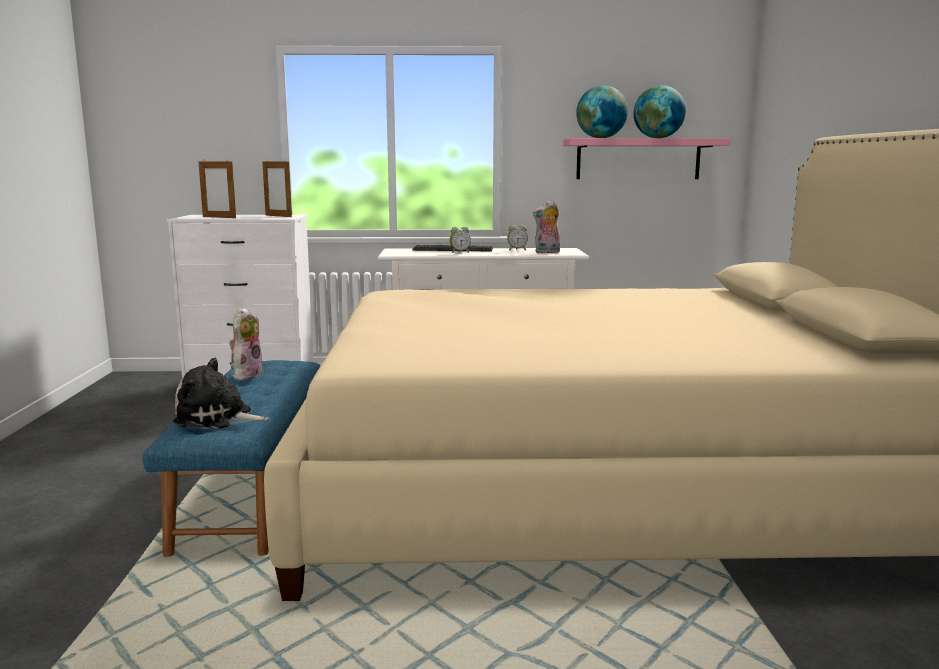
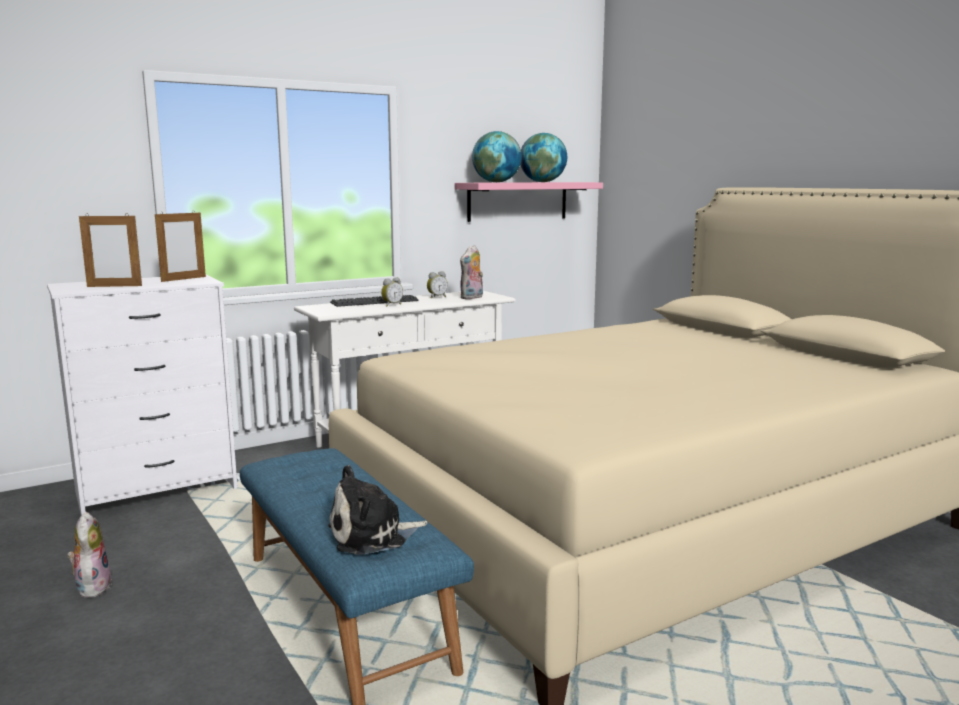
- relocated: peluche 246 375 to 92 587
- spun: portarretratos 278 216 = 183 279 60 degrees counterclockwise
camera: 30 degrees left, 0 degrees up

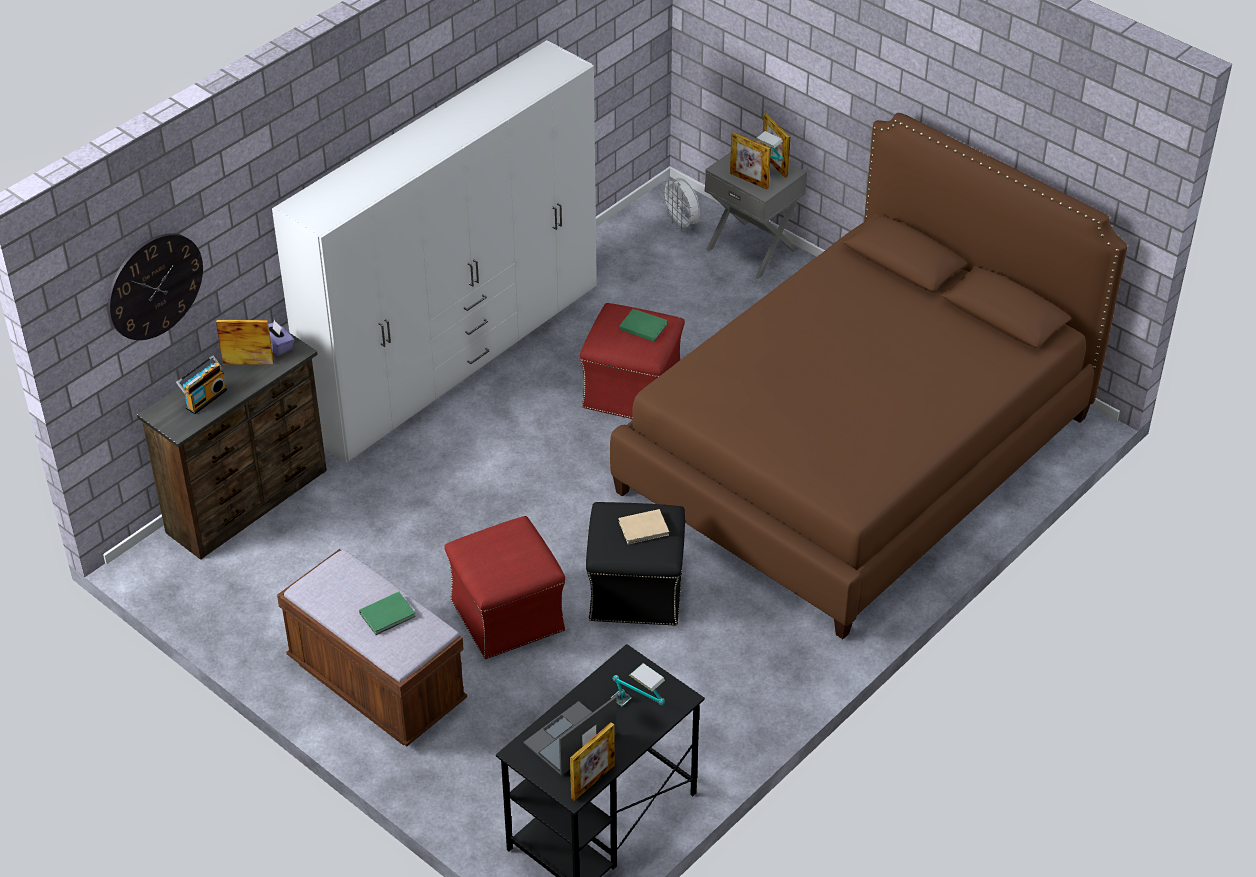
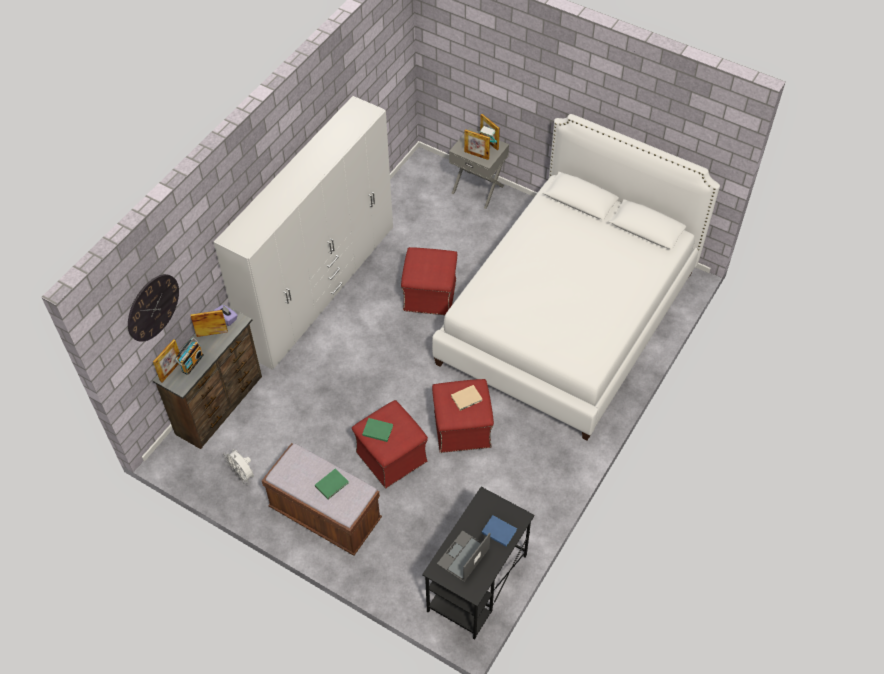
- relocated: portarretratos 593 781 to 171 370
- relocated: libro (verde) 642 326 to 377 430
- relocated: ventilador (blanco) 682 224 to 243 475
- exchanged: lámpara de mesa 638 711 to libro (azul) 498 530
- colour: puf (negro) 634 592 to puf (rojo) 461 429
- colour: cama (marrón) 857 453 to cama (blanco) 568 317
camera: 10 degrees left, 10 degrees up

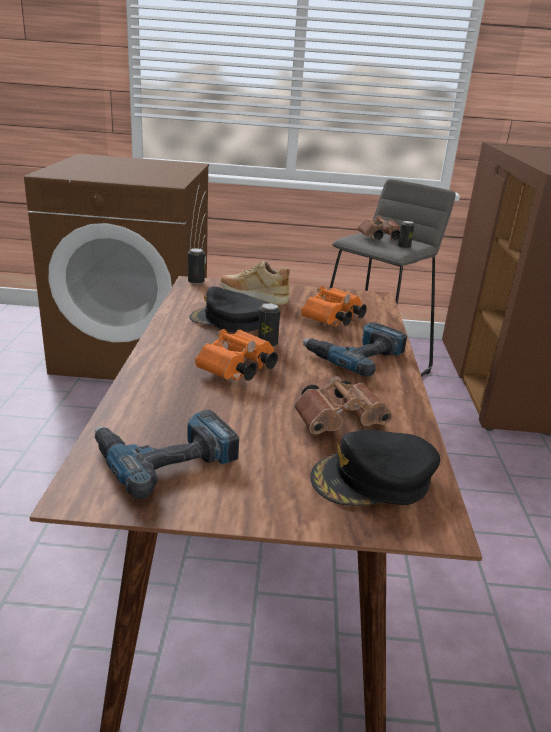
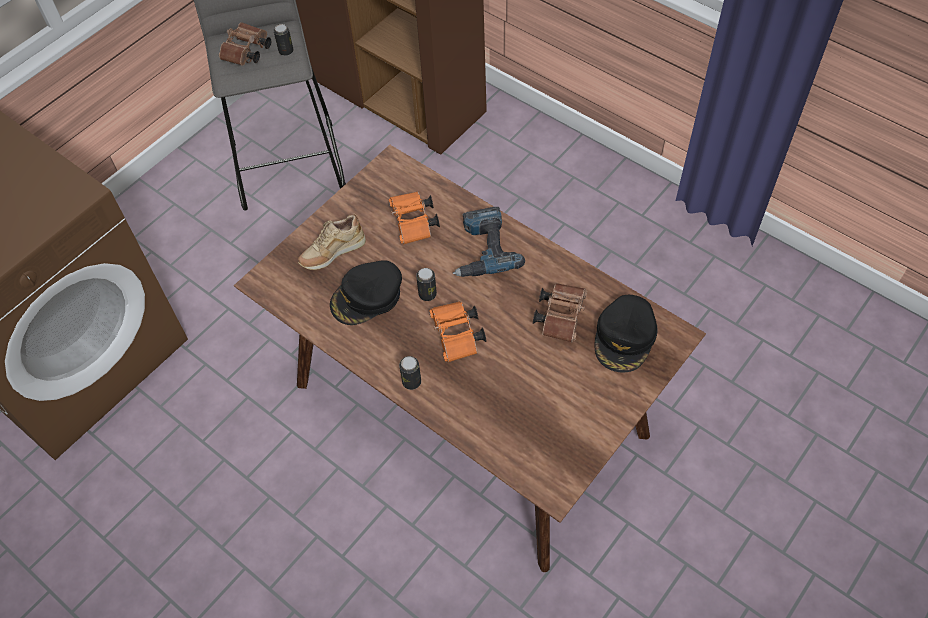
- missing: taladro 165 457
- relocated: lata 196 282 to 411 382
camera: 50 degrees left, 30 degrees up

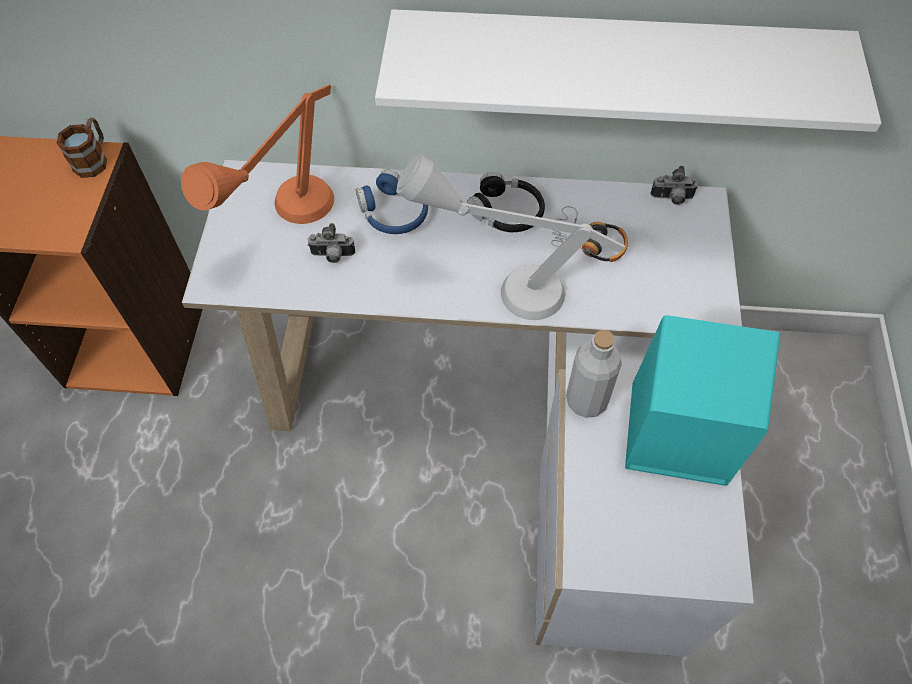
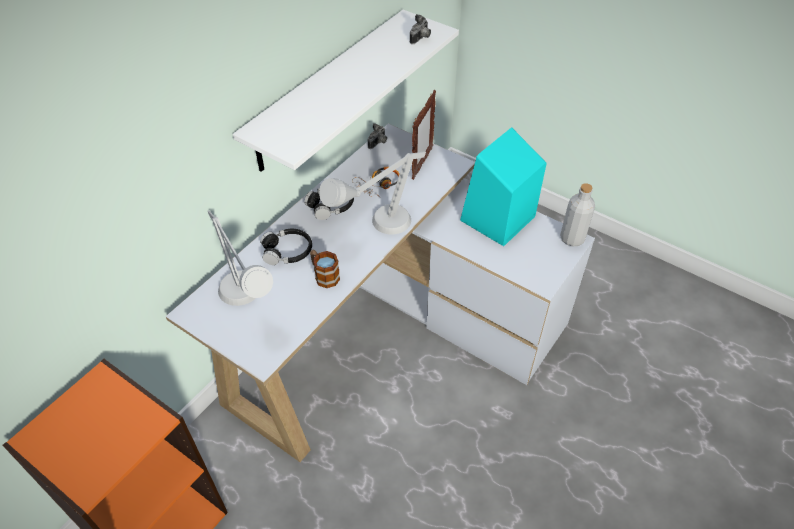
- appeared: portarretratos 422 164
- relocated: taza grande 94 159 to 324 275
- relocated: cámara 332 256 to 421 39
- relocated: botella (gris) 586 400 to 572 238
- colour: lámpara de mesa (naranja) 285 222 to lámpara de mesa (gris) 248 304
- colour: auriculares (azul) 393 212 to auriculares (negro) 287 252
camera: 60 degrees left, 10 degrees down

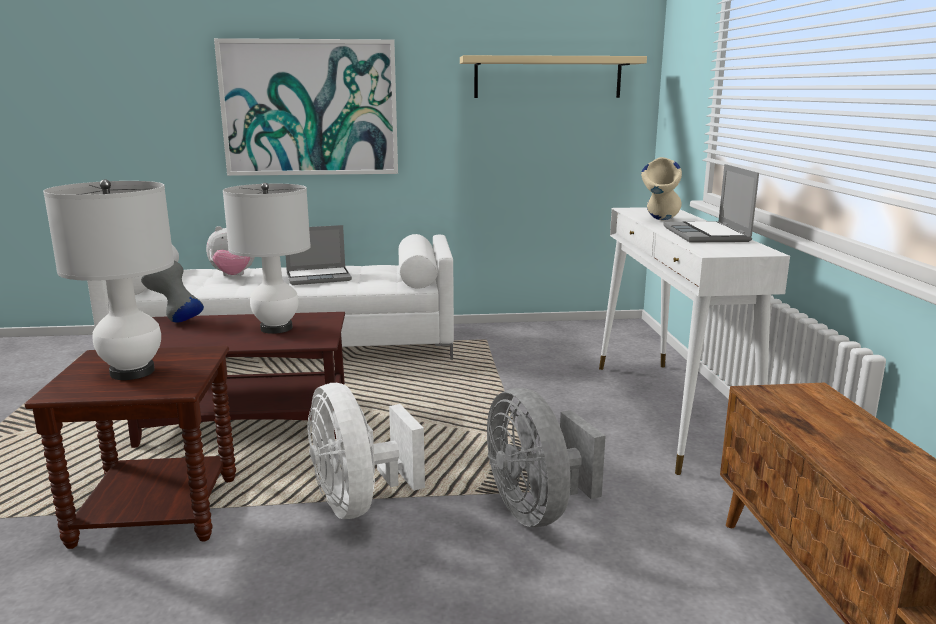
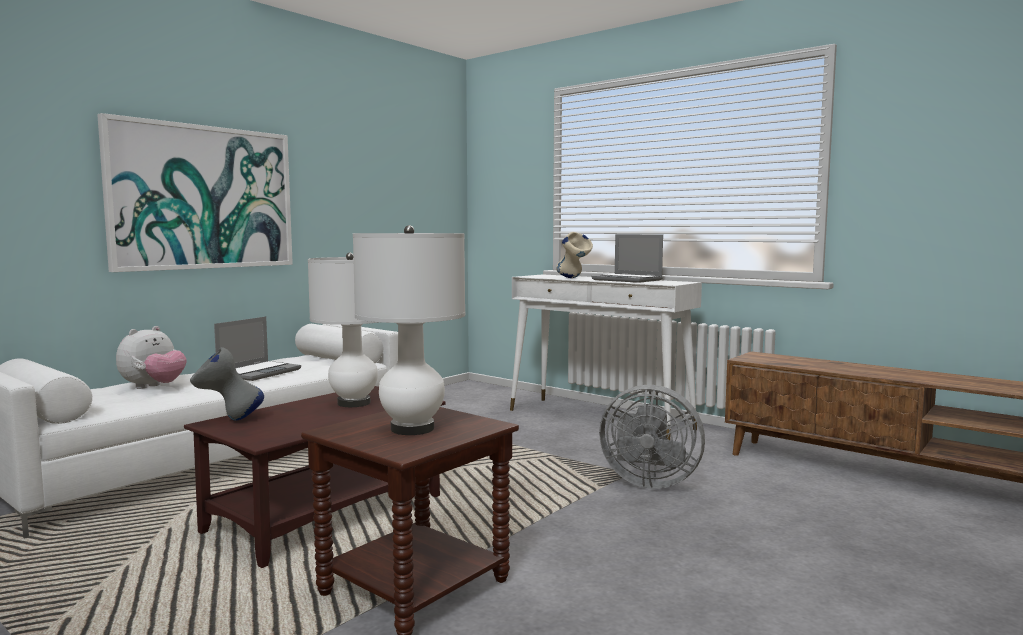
- missing: ventilador (blanco) 359 502
- missing: estante (beis) 548 77
camera: 45 degrees left, 10 degrees down

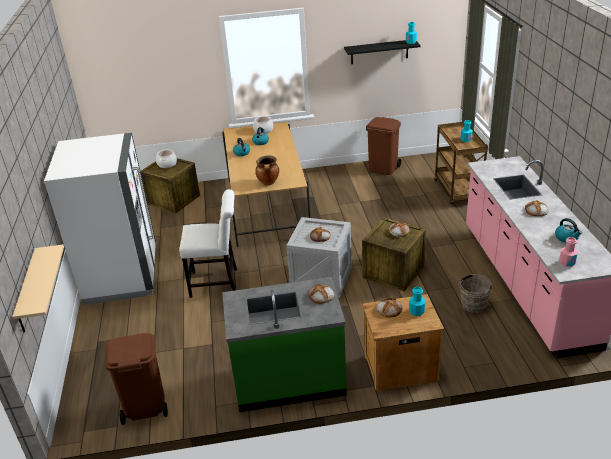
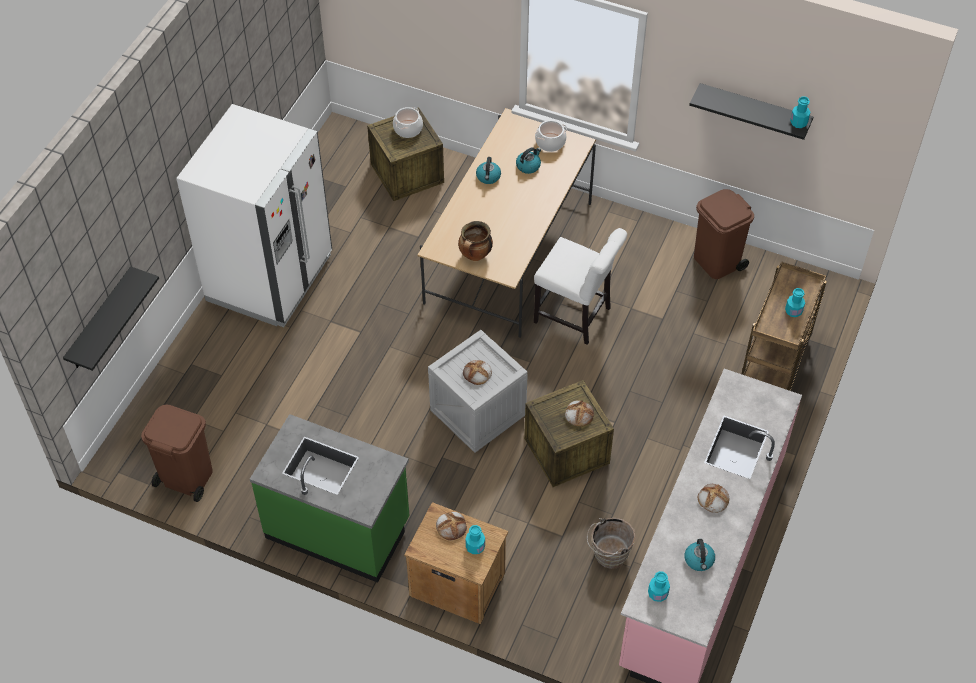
- missing: pan 321 296
- relocated: silla (blanco) 217 282 to 576 317
- colour: estante (beis) 28 291 to estante (negro) 100 320
- colour: botella (rosa) 567 263 to botella (turquesa) 658 593
camera: 30 degrees right, 20 degrees up

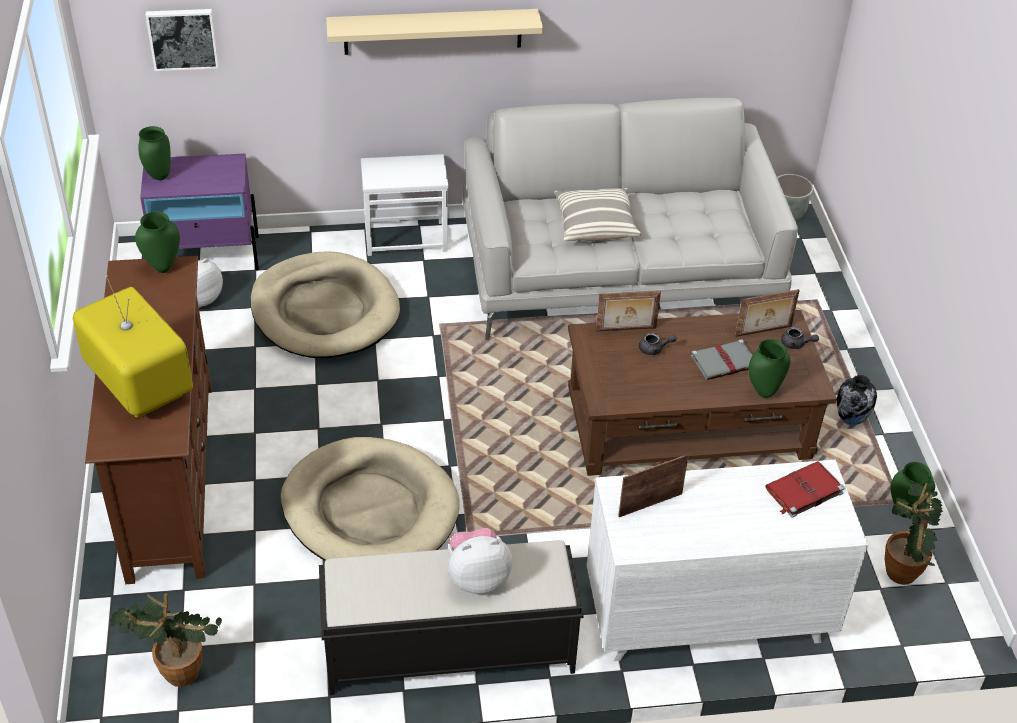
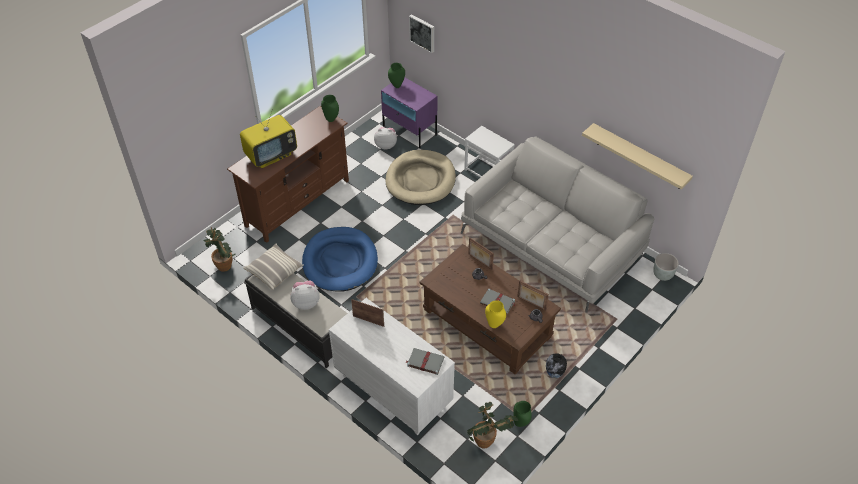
- relocated: estante (beis) 433 31 to 639 157
- relocated: cojín 595 225 to 274 271
- colour: cama para perro (beis) 370 510 to cama para perro (azul) 340 261
- colour: florero (verde) 763 392 to florero (amarillo) 494 325
- colour: libro (rojo) 803 491 to libro (gris) 425 361
- spun: televisor 138 385 = 271 155 45 degrees clockwise
- spun: peluche 477 577 = 306 302 45 degrees counterclockwise
camera: 50 degrees right, 5 degrees up

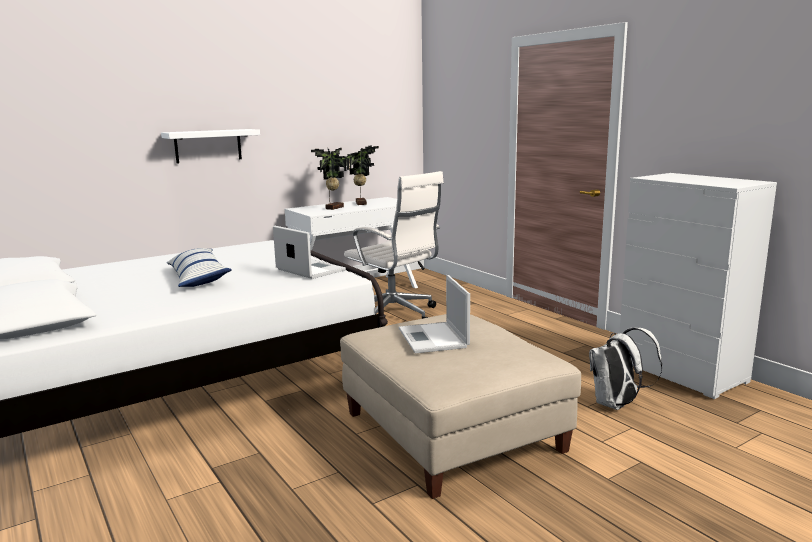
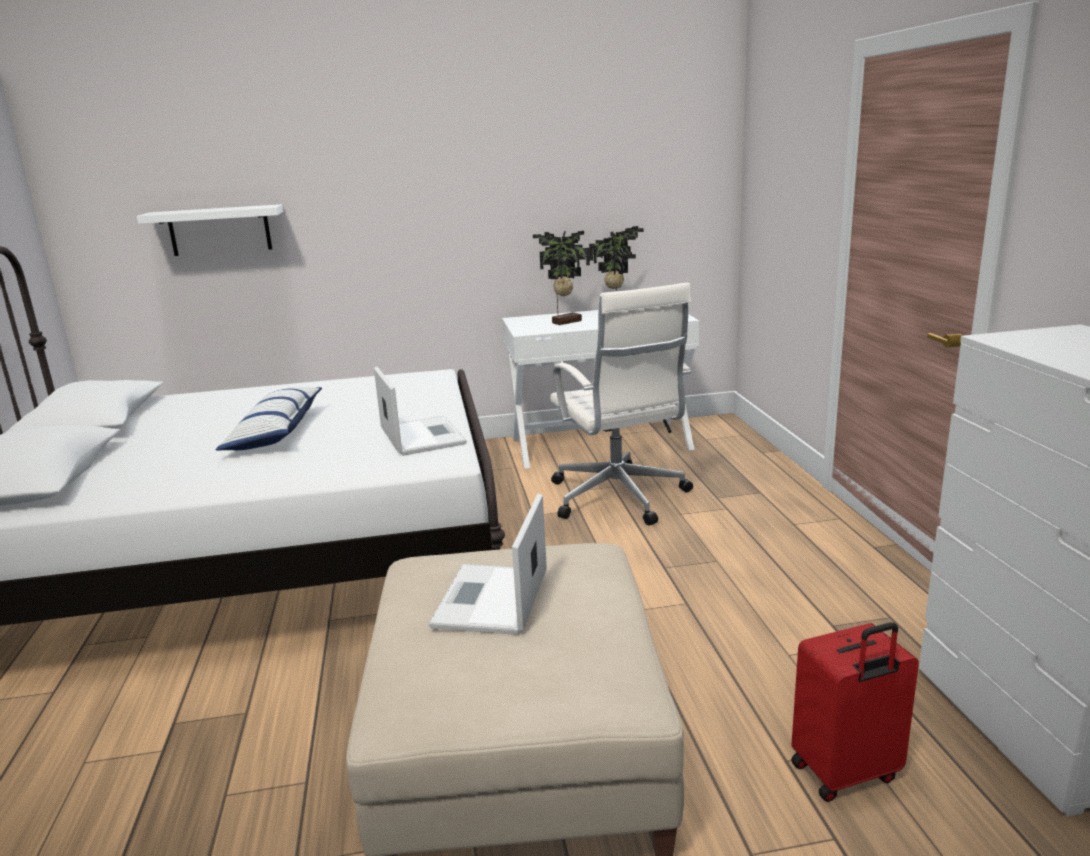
- relocated: estante (blanco) 208 146 to 220 230
- exchanged: mochila (blanco) 617 405 to maleta (rojo) 846 774
camera: 25 degrees right, 5 degrees up

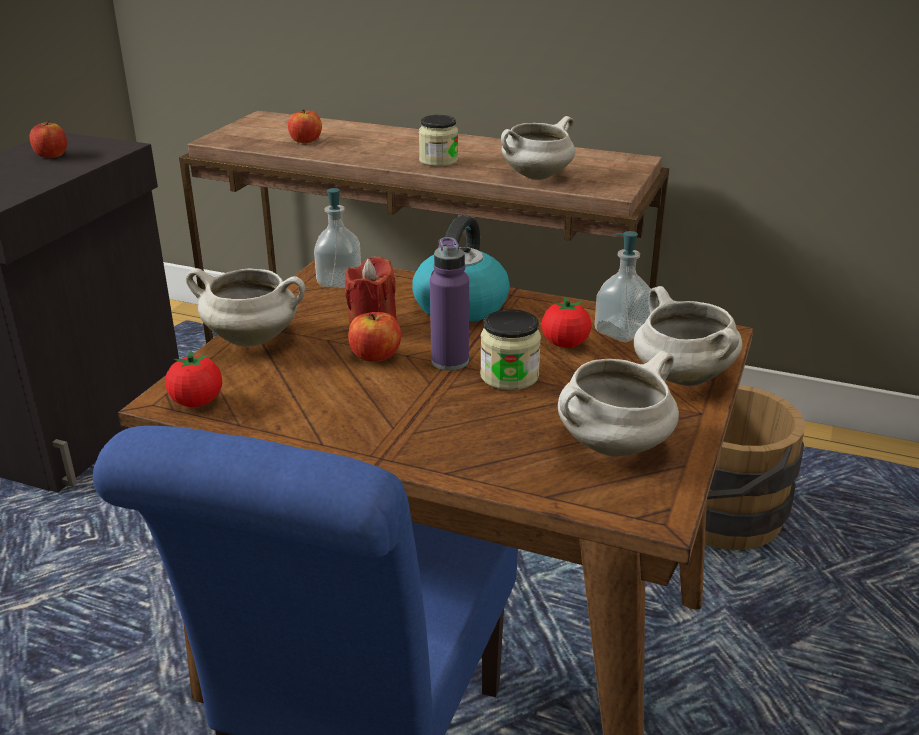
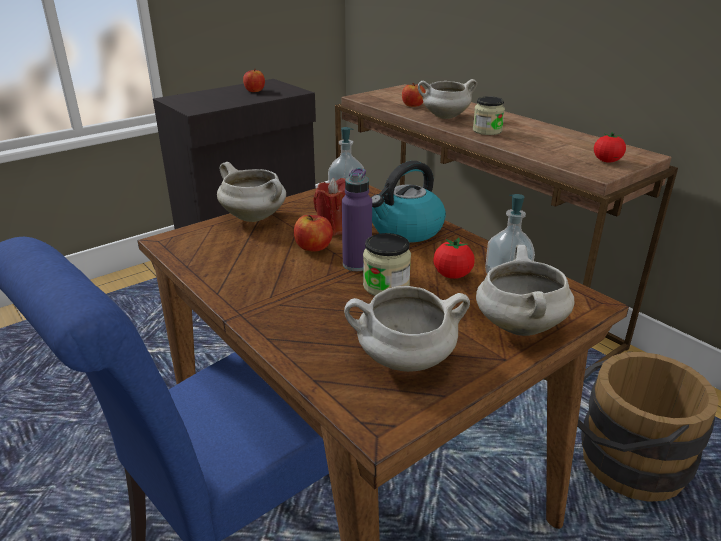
- relocated: tomate 197 402 to 606 161
- relocated: olla (blanco) 536 177 to 445 117
camera: 30 degrees right, 0 degrees up

